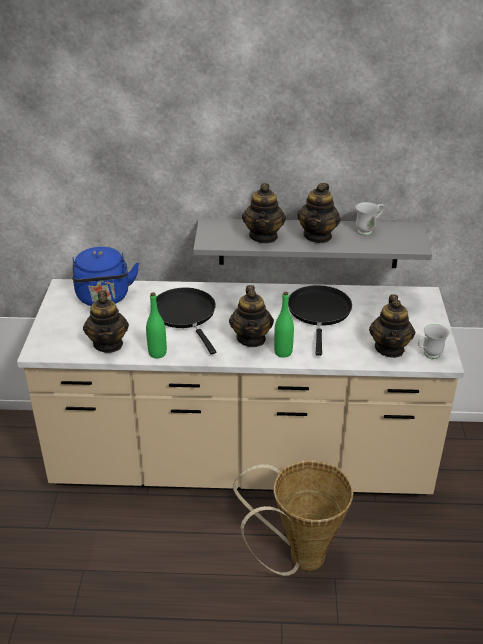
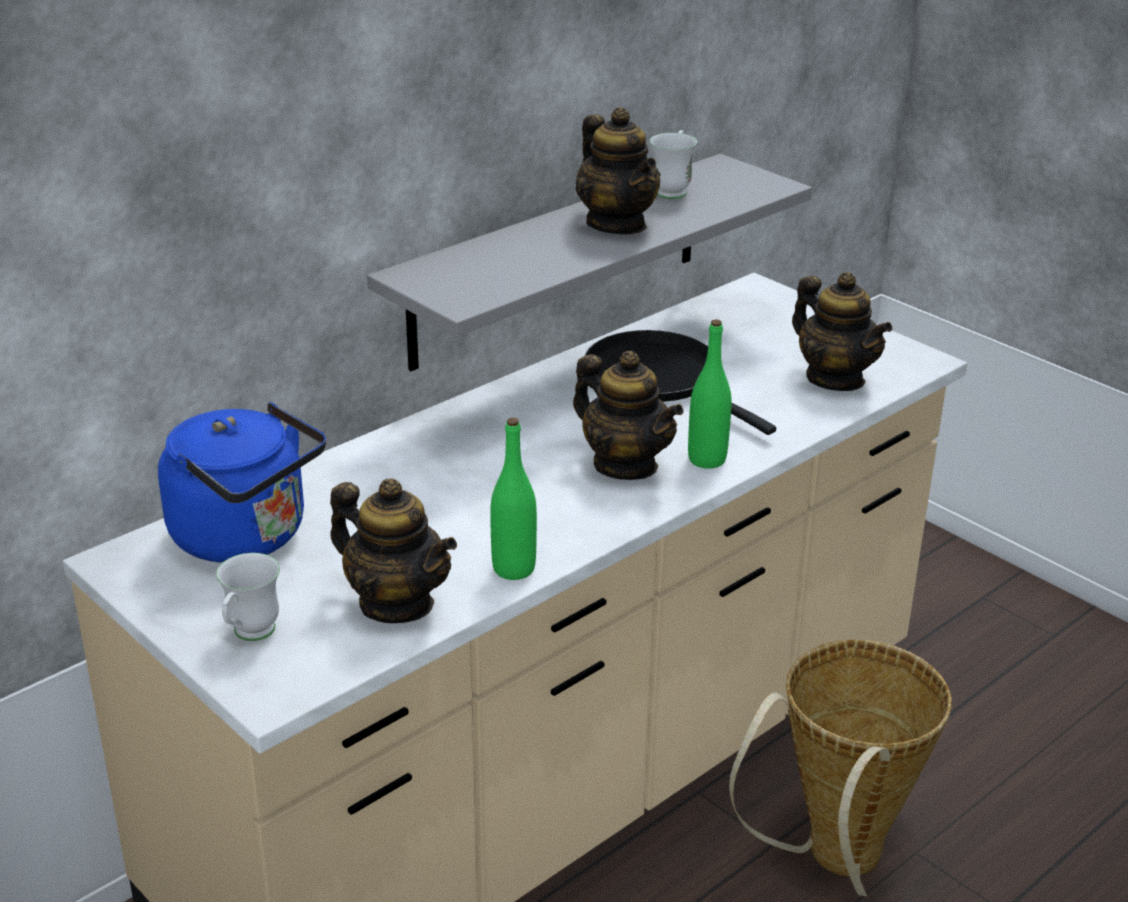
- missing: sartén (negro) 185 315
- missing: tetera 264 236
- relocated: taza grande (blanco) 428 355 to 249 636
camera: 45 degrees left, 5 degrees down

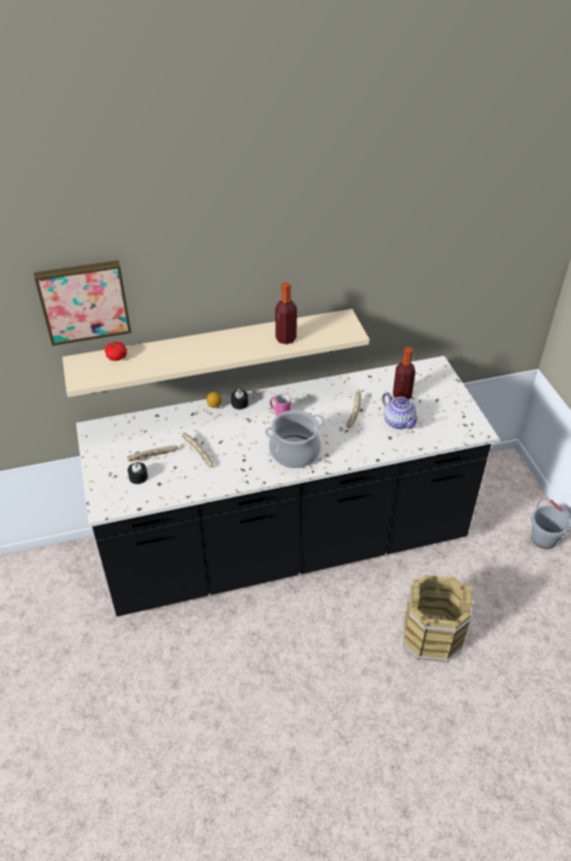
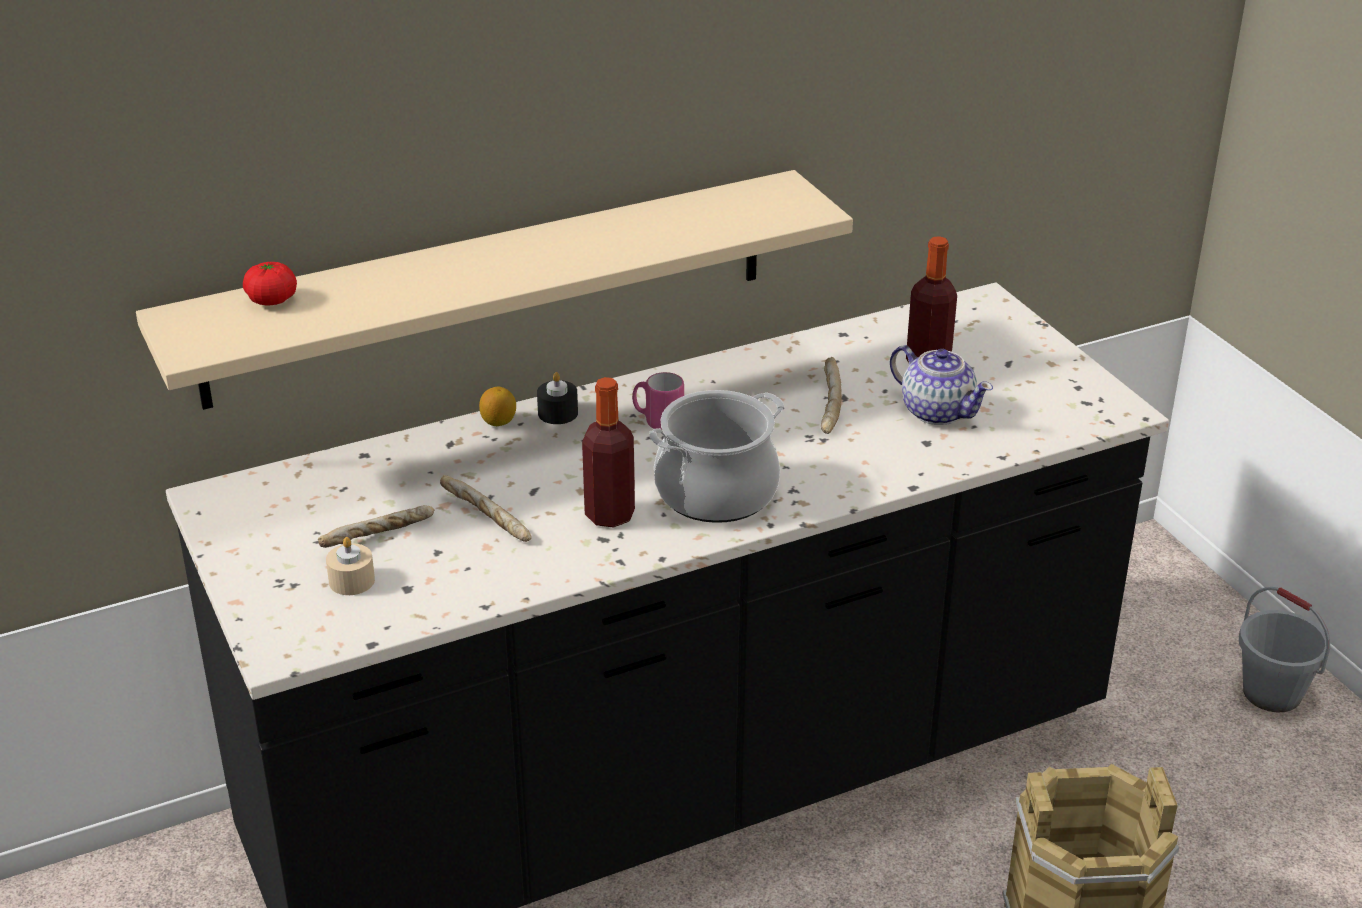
- missing: cuadro 84 301
- relocated: botella 286 339 to 610 515
- colour: vela (negro) 138 477 to vela (beis) 352 581
camera: 10 degrees left, 10 degrees down

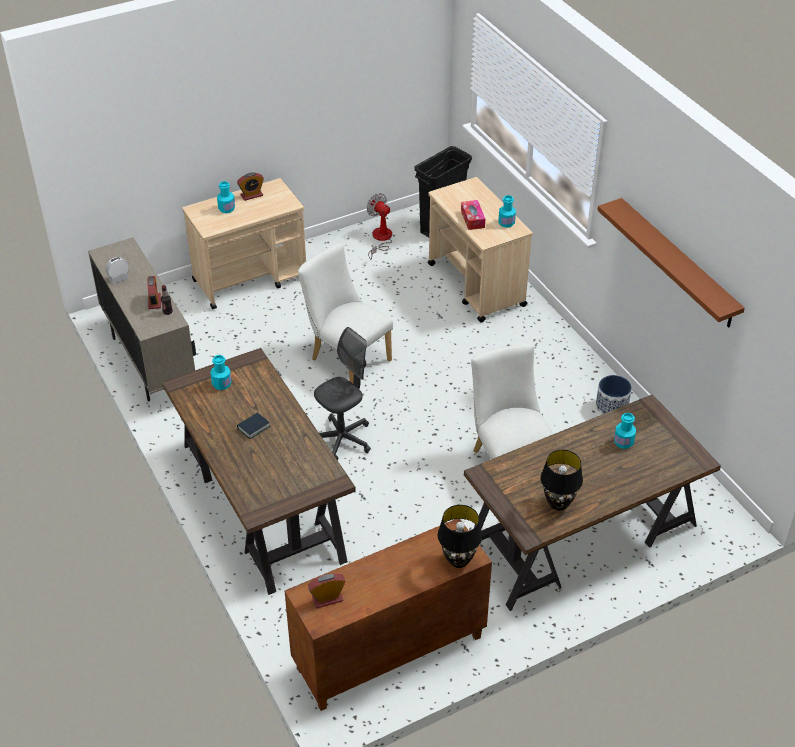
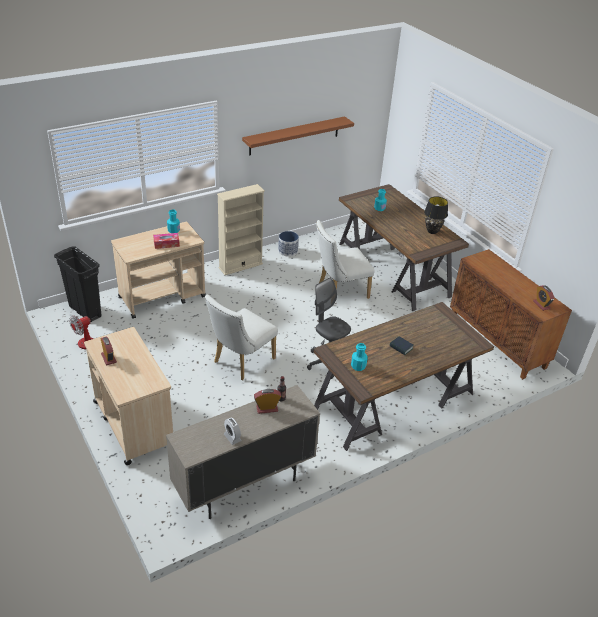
- missing: botella (turquesa) 226 209
- missing: lámpara de mesa (negro) 458 561
- appeared: estantería (beis) 240 266
camera: 95 degrees left, 5 degrees down

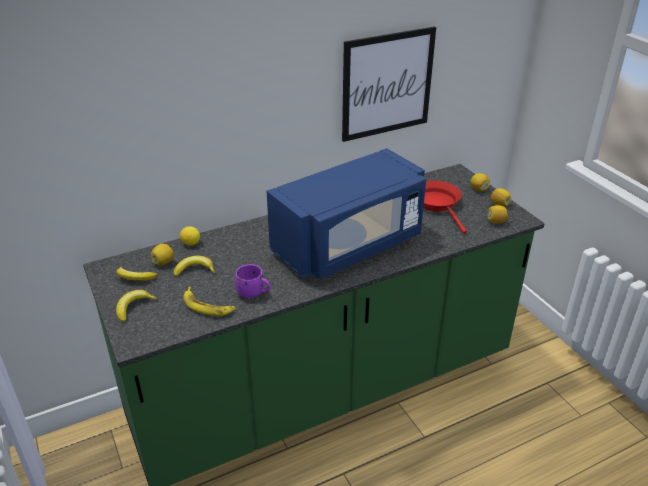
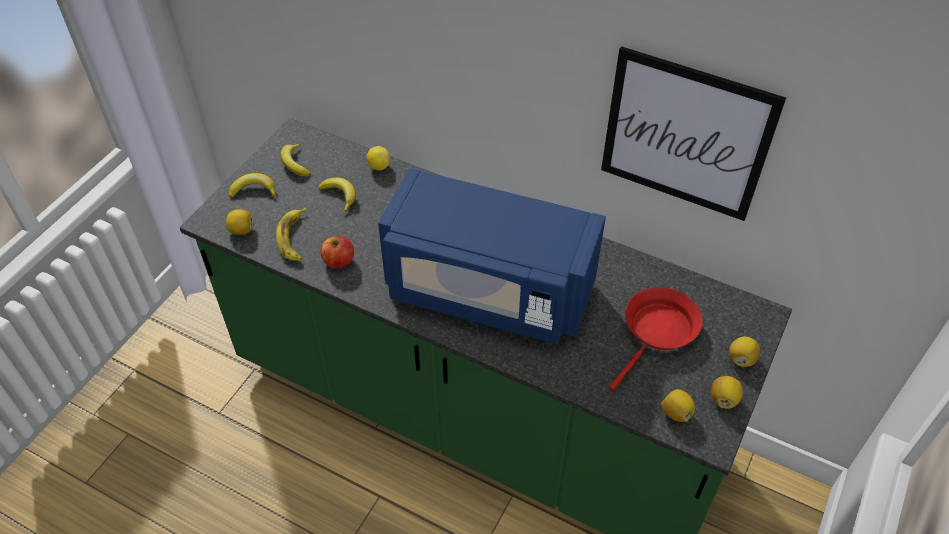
- relocated: limón 163 262 to 242 230
- exchanged: taza grande (morado) 254 293 to manzana 338 261
camera: 55 degrees right, 15 degrees up

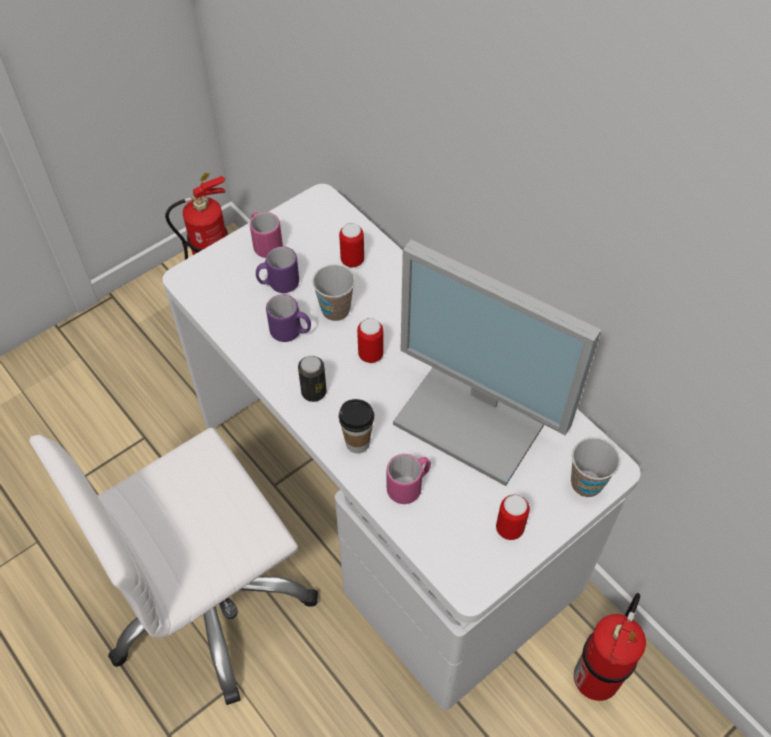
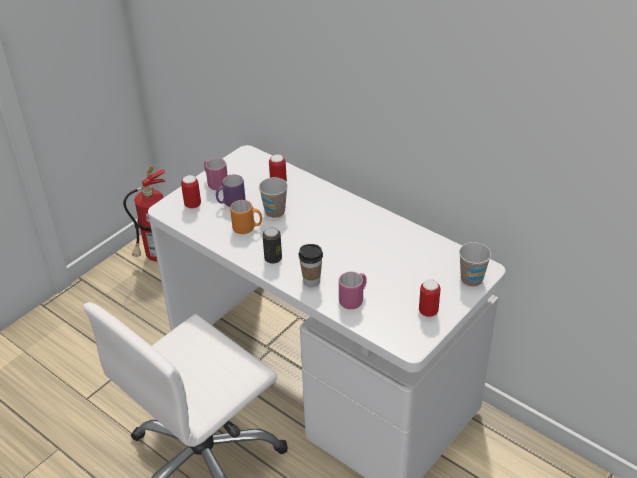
- missing: monitor 481 411
- missing: extintor 596 675
- relocated: lata 370 355 to 192 205
- colour: taza grande (morado) 291 332 to taza grande (naranja) 247 228
camera: 10 degrees left, 15 degrees down

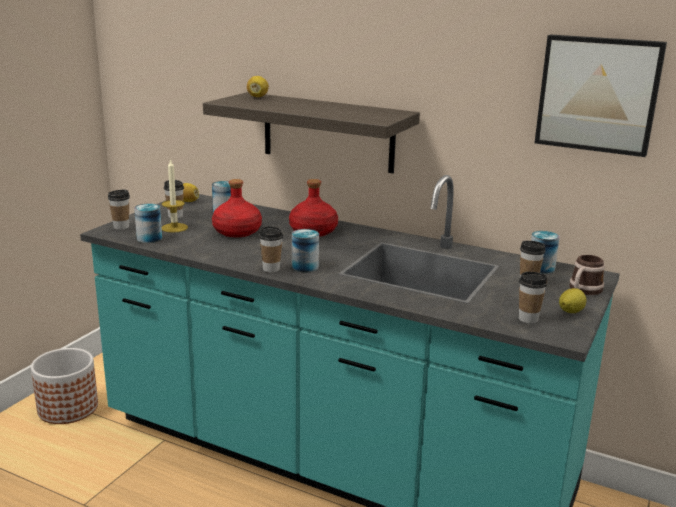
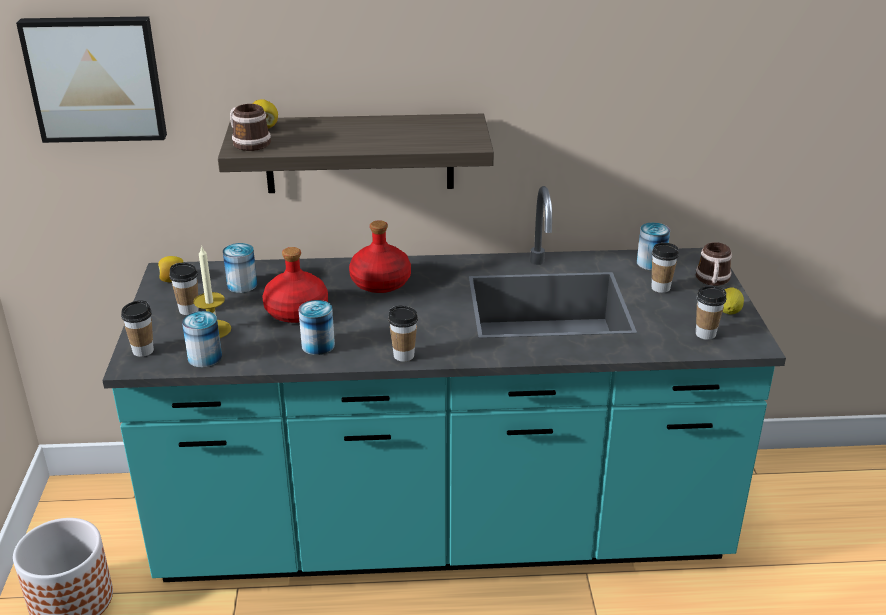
- appeared: taza grande 248 142
- relocated: lata 305 267 to 318 345
- relocated: cuadro 598 94 to 96 78
camera: 30 degrees left, 10 degrees up

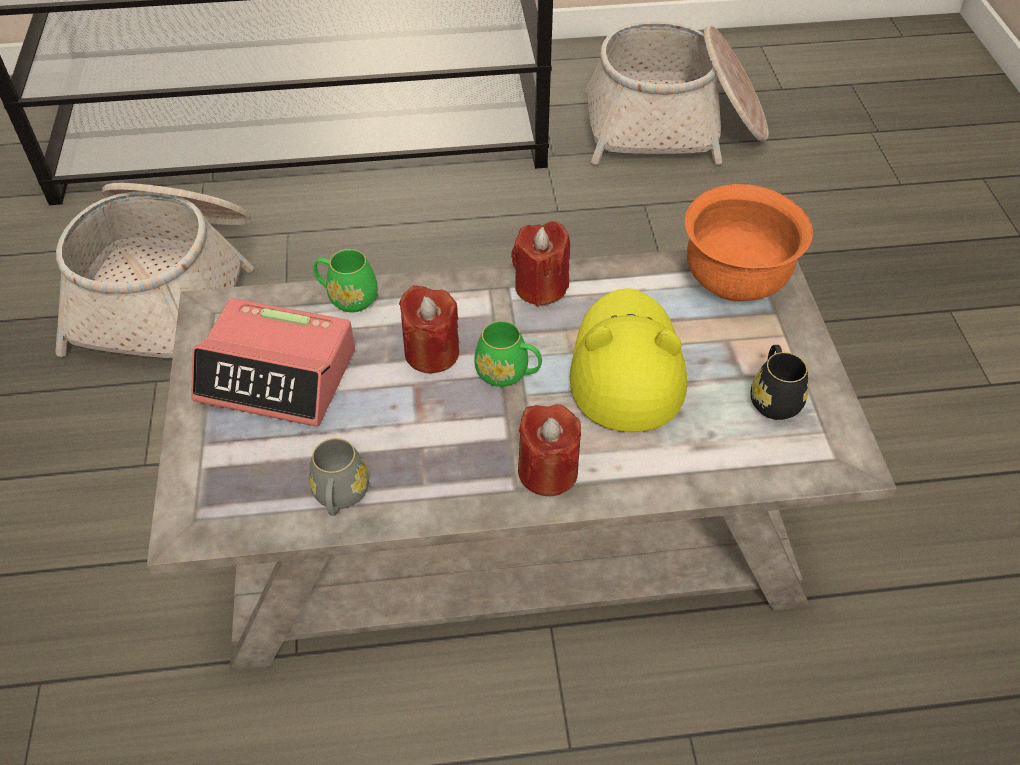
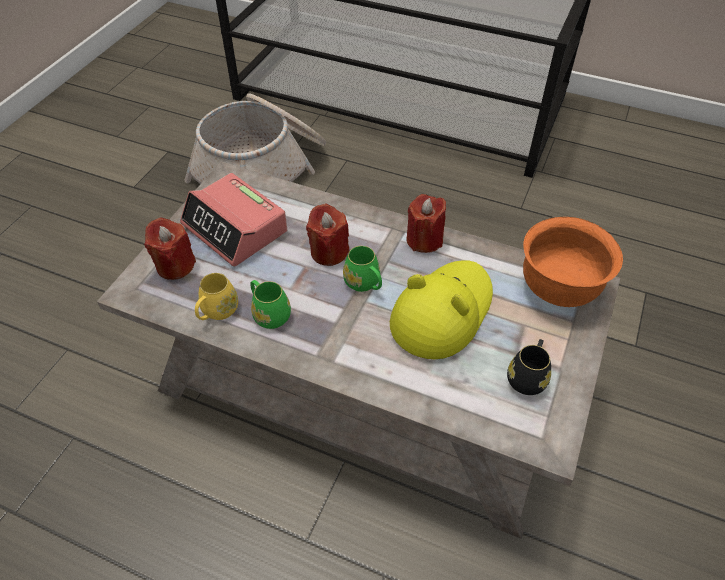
- missing: cesta 674 127
- relocated: taza grande (verde) 347 297 to 269 314
- relocated: vela (rojo) 547 471 to 175 265
- colour: taza grande (gris) 340 497 to taza grande (amarillo) 217 312
camera: 30 degrees right, 0 degrees up

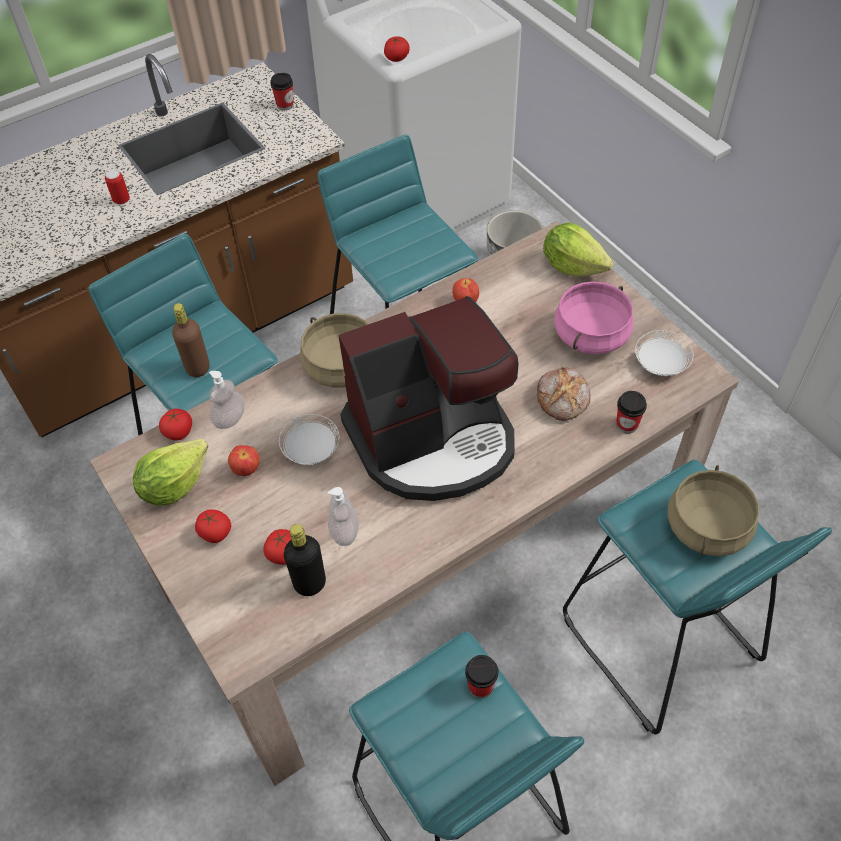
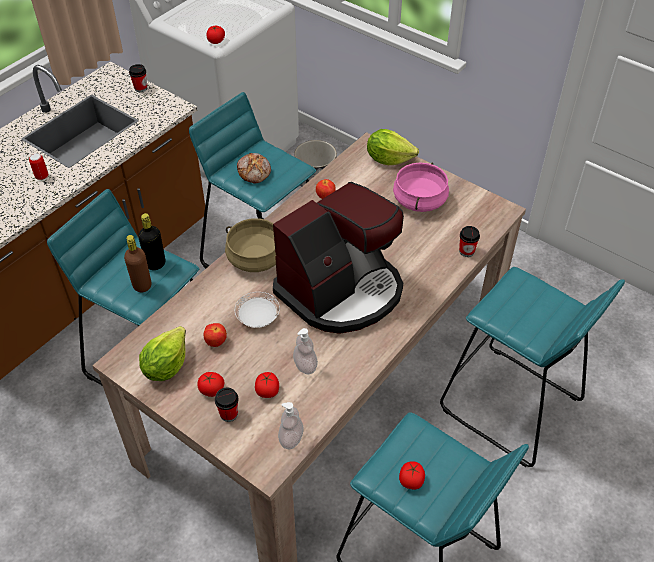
- missing: plato (blanco) 660 364
- missing: olla (beis) 706 526
- relocated: tomate 178 432 to 411 480
- relocated: dispensador de jabón 230 419 to 291 438
- relocated: botella (negro) 310 583 to 156 264
- relocated: taza 480 686 to 229 414
- relocated: pan 563 398 to 255 172
camera: 20 degrees left, 5 degrees down

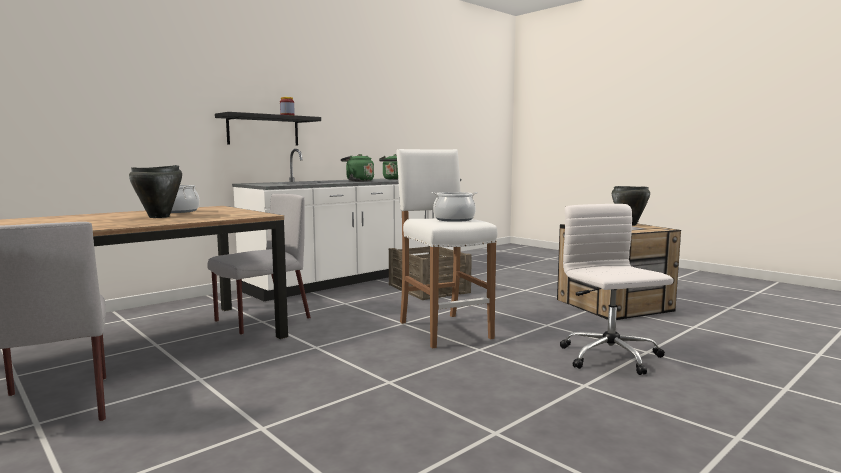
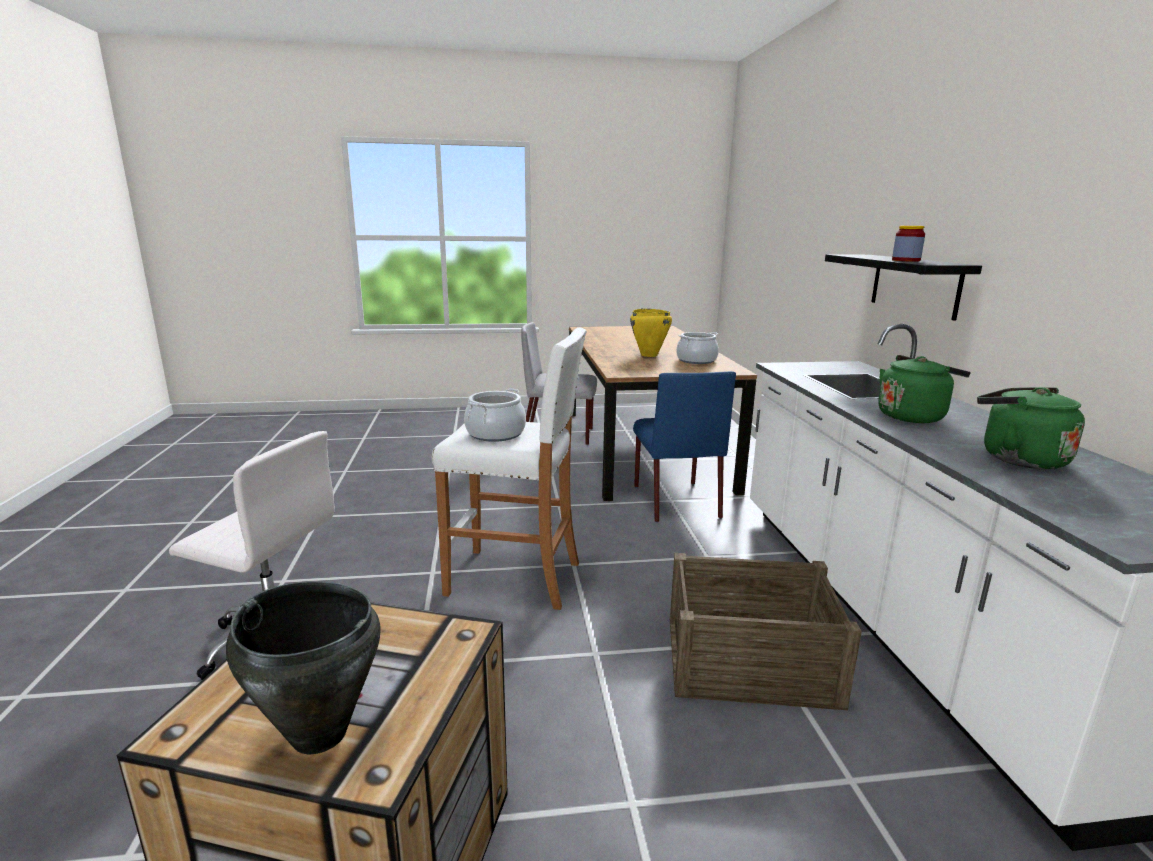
- colour: olla (negro) 159 217 to olla (amarillo) 649 355
- colour: silla (gris) 261 320 to silla (azul) 675 500
camera: 125 degrees right, 10 degrees up

